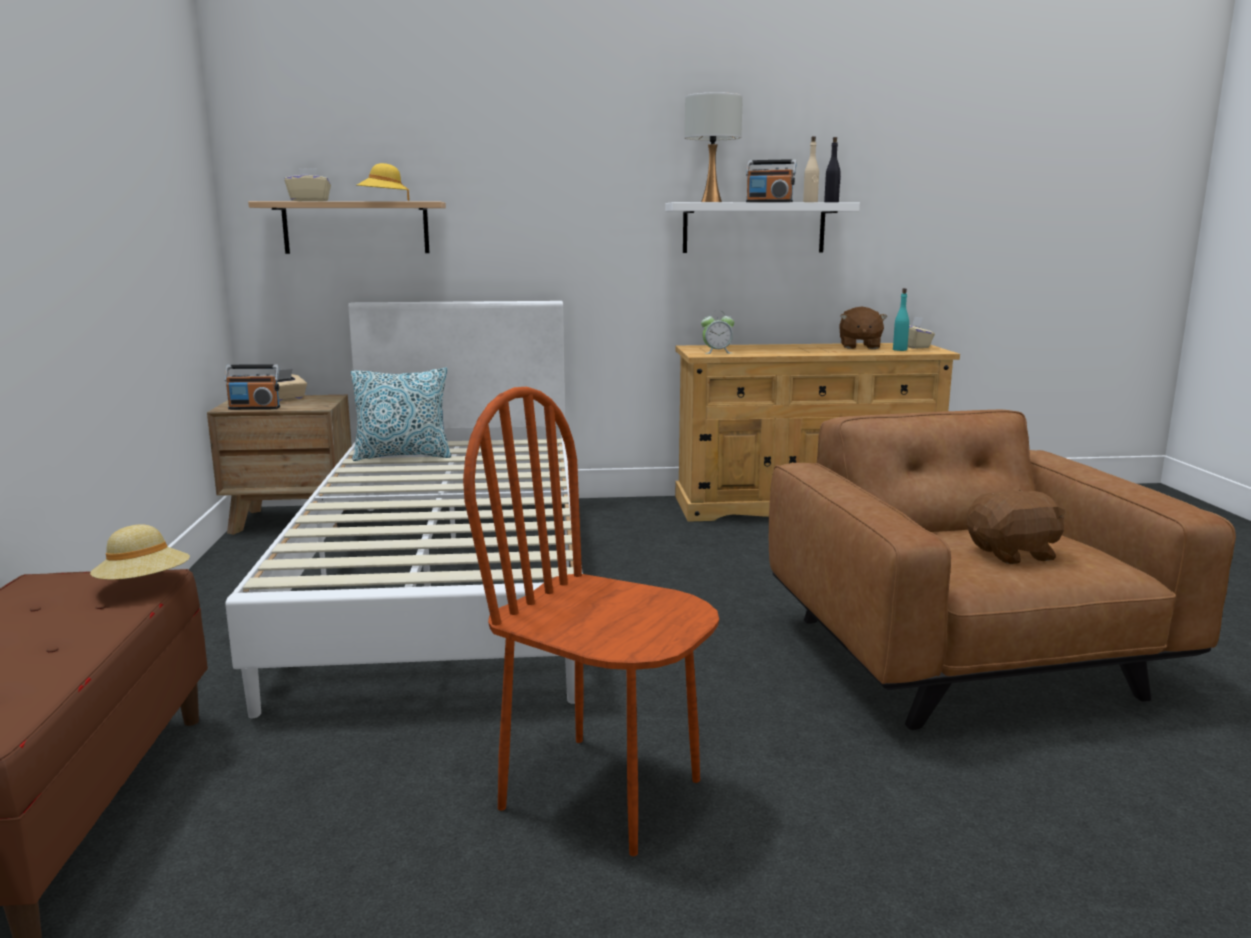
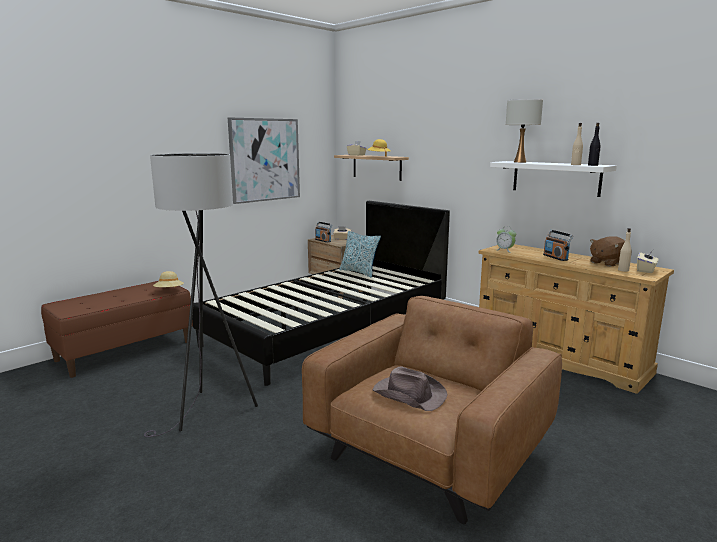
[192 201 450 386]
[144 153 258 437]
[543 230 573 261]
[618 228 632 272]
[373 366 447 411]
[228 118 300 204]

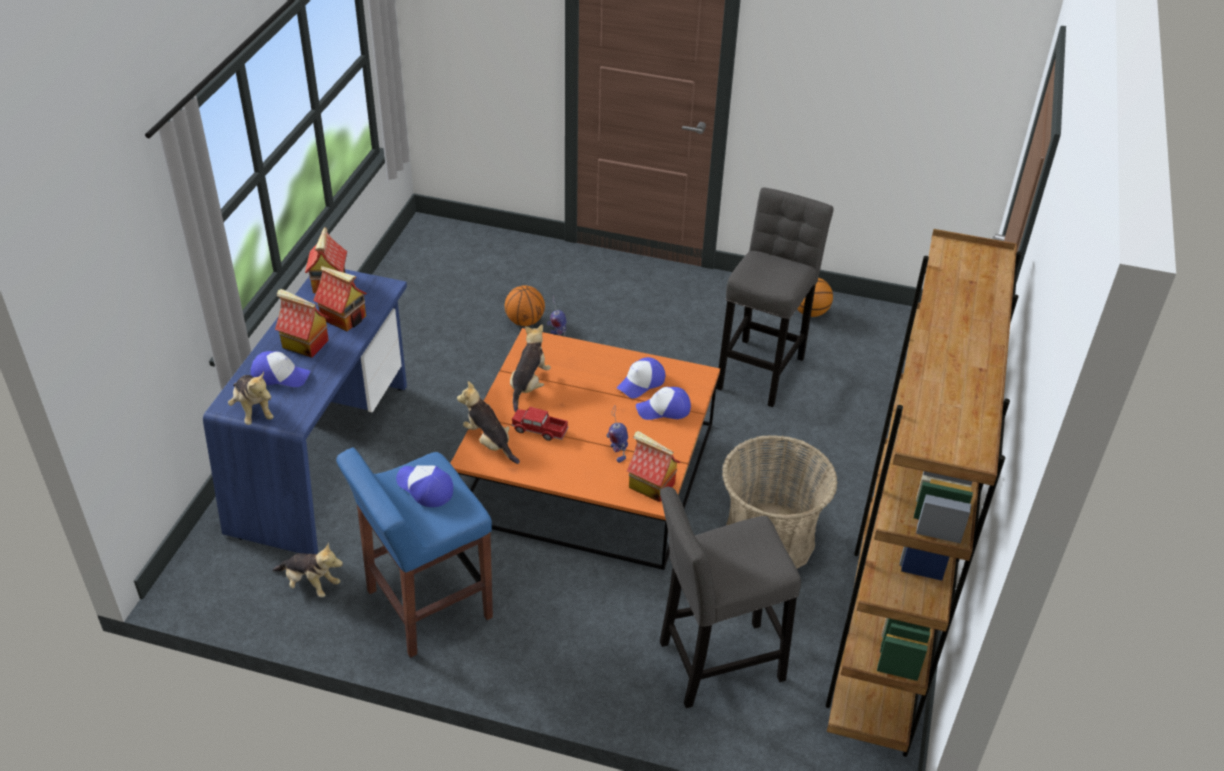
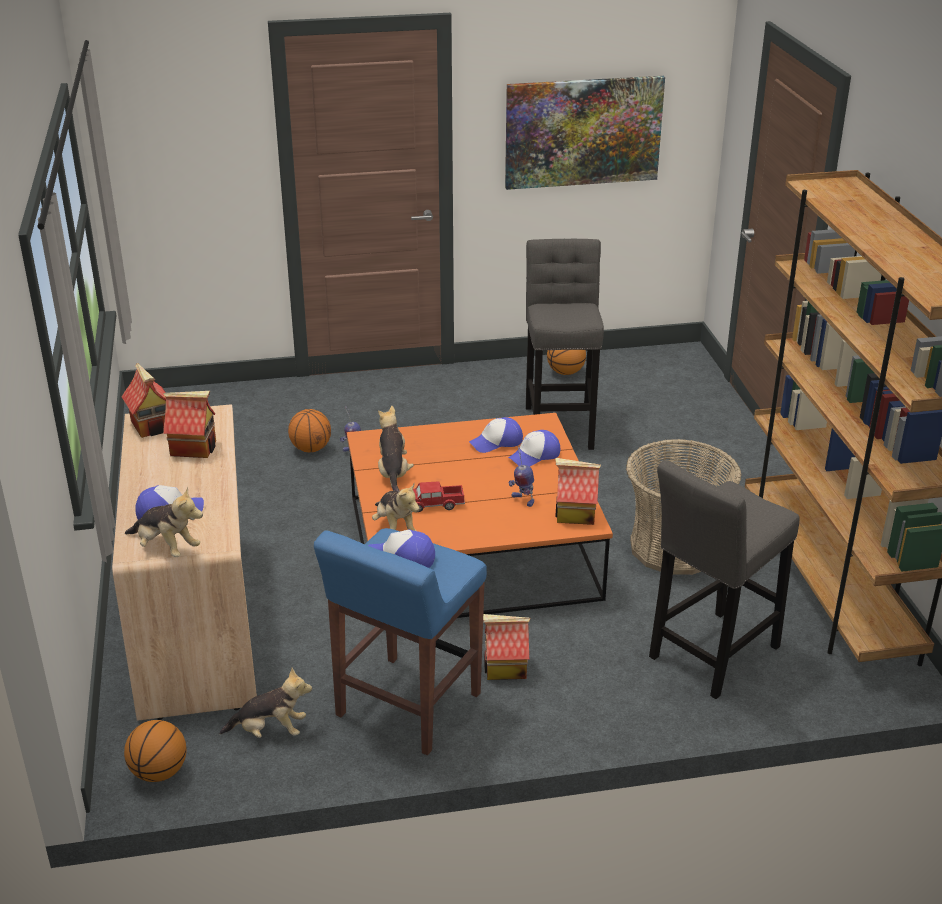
[112 404 257 721]
[483 614 530 680]
[372 482 420 531]
[469 417 523 453]
[124 720 187 782]
[505 76 665 190]

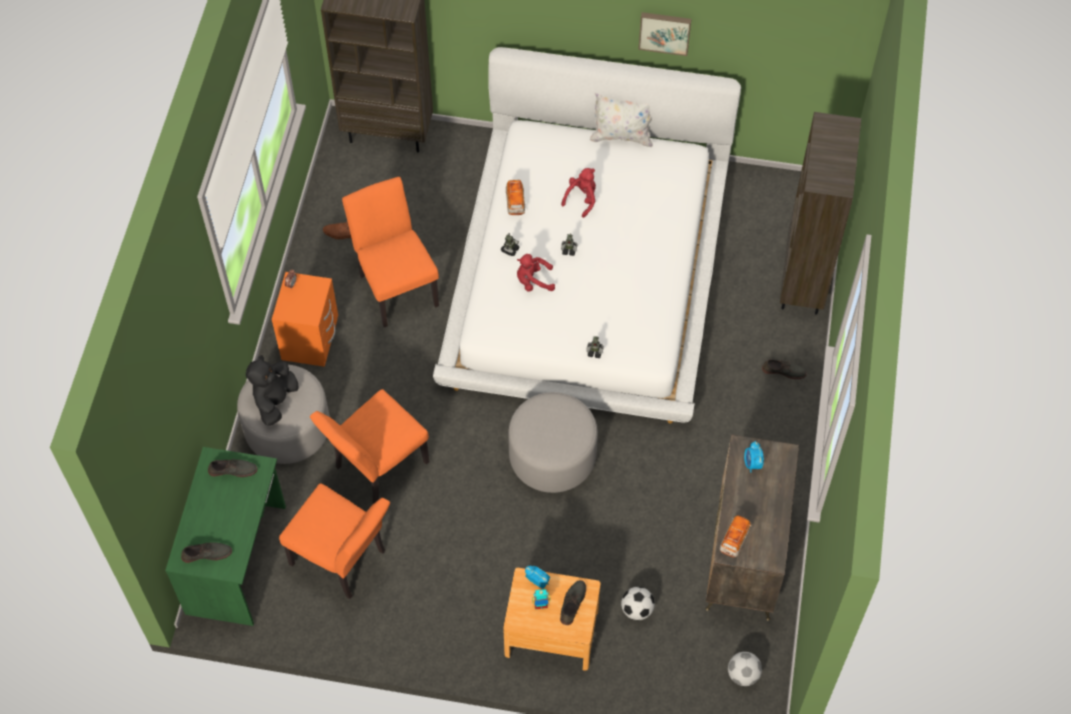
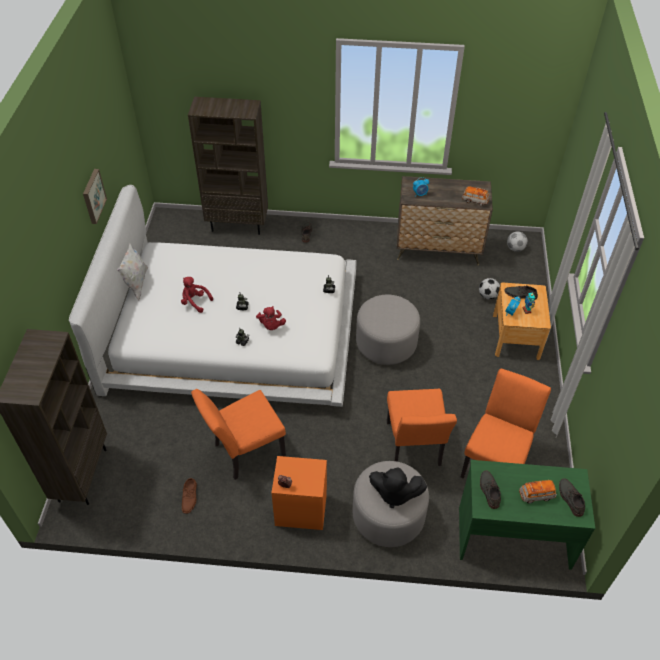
[387 389 457 466]
[519 480 557 504]

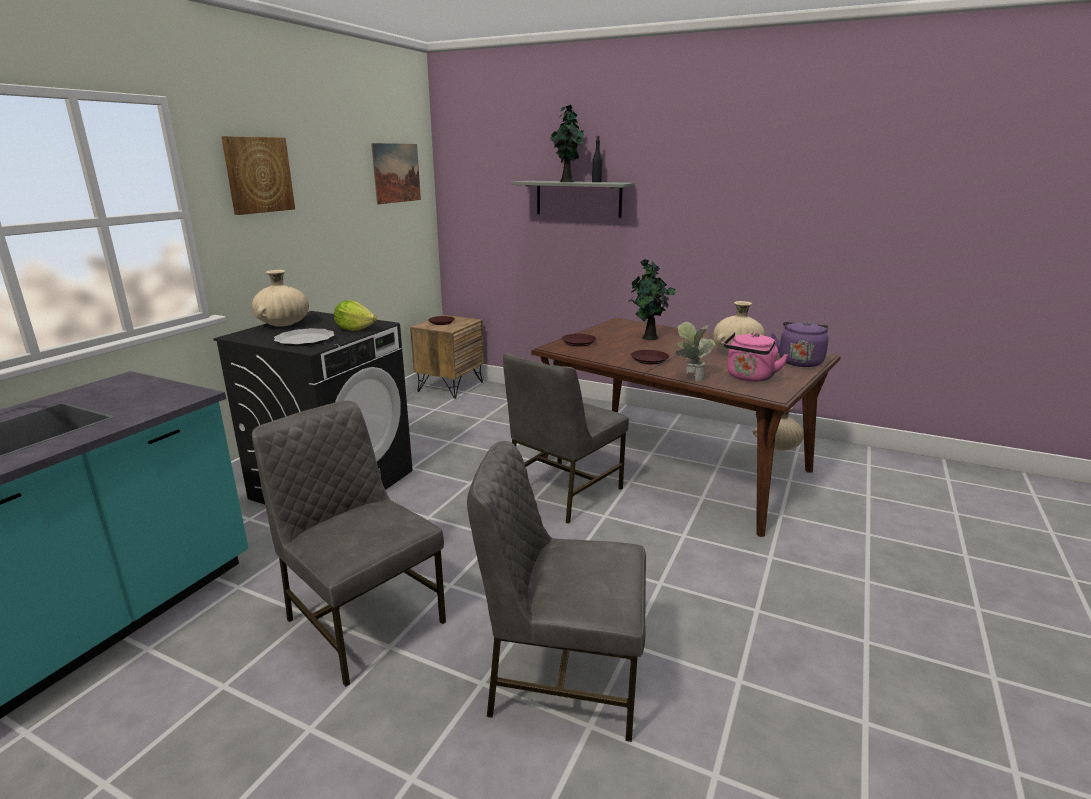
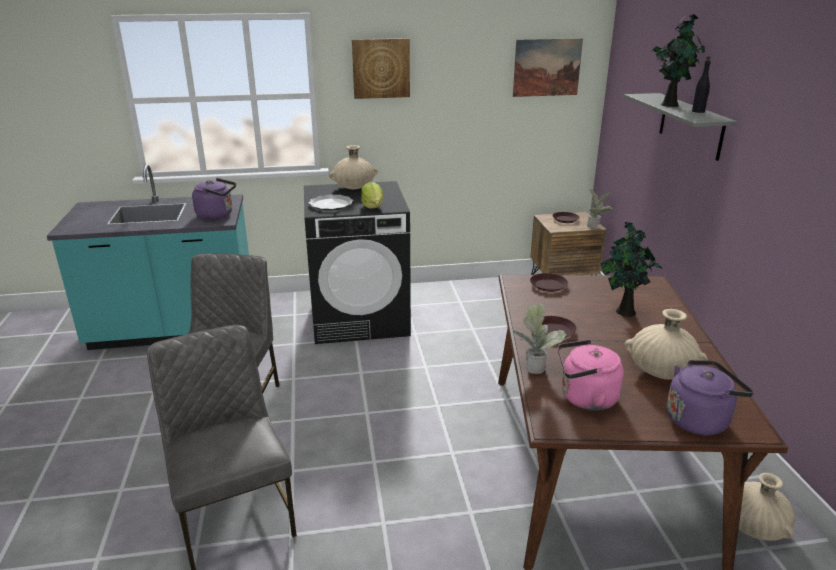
[503 353 629 524] (first image)
[192 178 236 219]
[587 189 613 228]

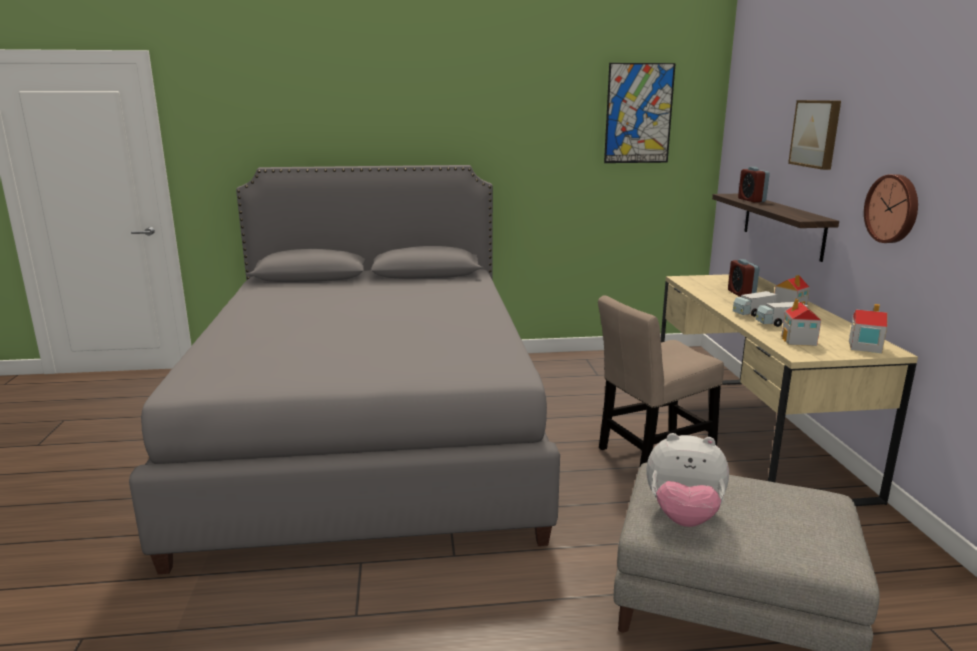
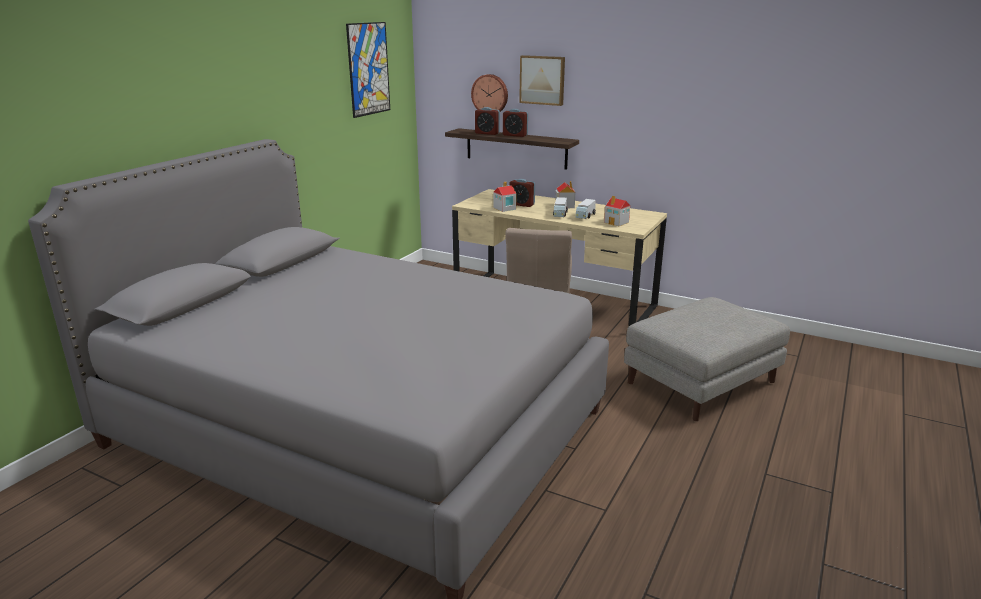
[646 433 729 527] (first image)
[493 182 517 212]
[471 74 508 112]
[503 109 528 137]

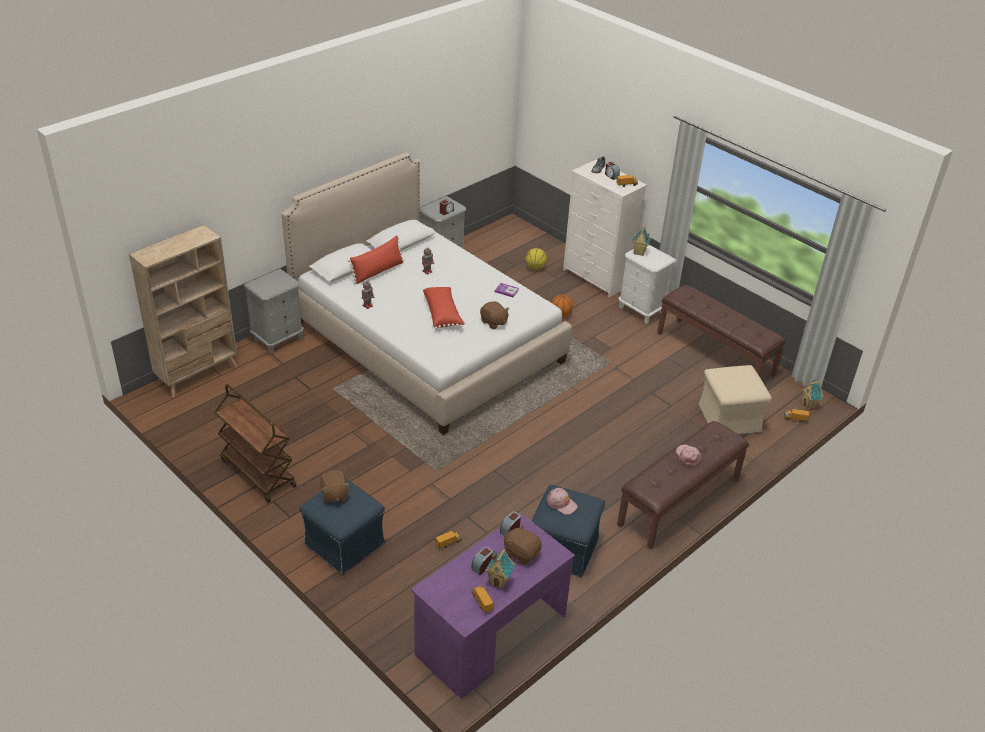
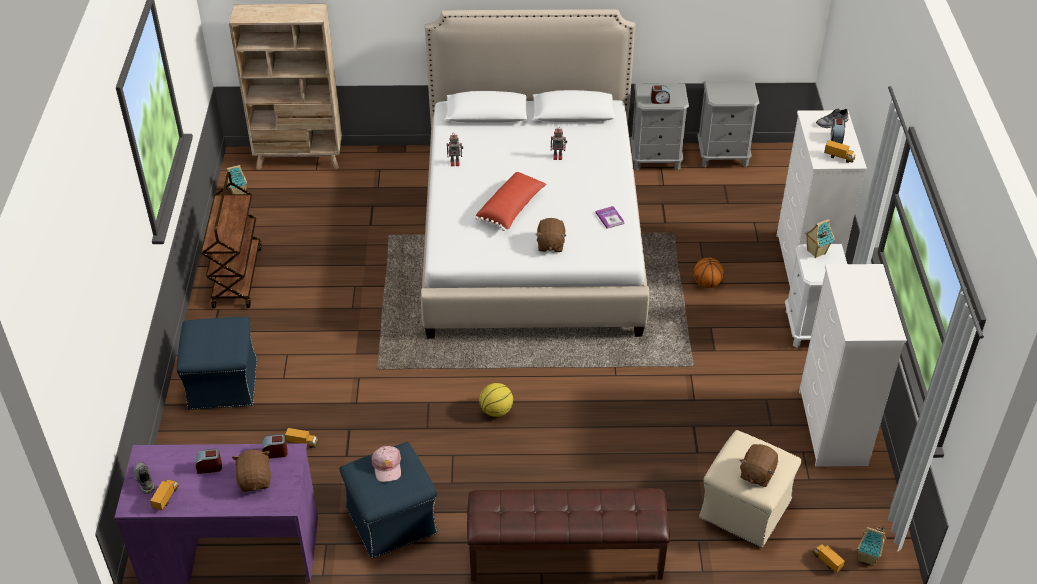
[697 80 760 167]
[739 444 778 487]
[348 235 404 284] (first image)
[225 163 247 194]
[479 383 513 417]
[799 264 907 467]
[676 444 702 467] (first image)
[134 462 155 494]

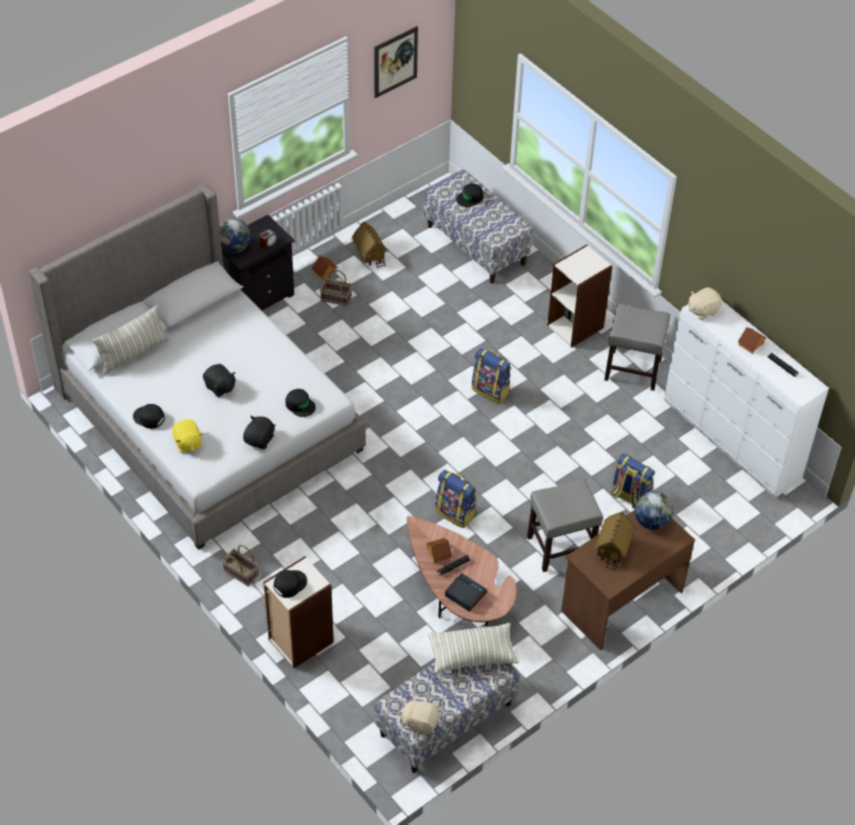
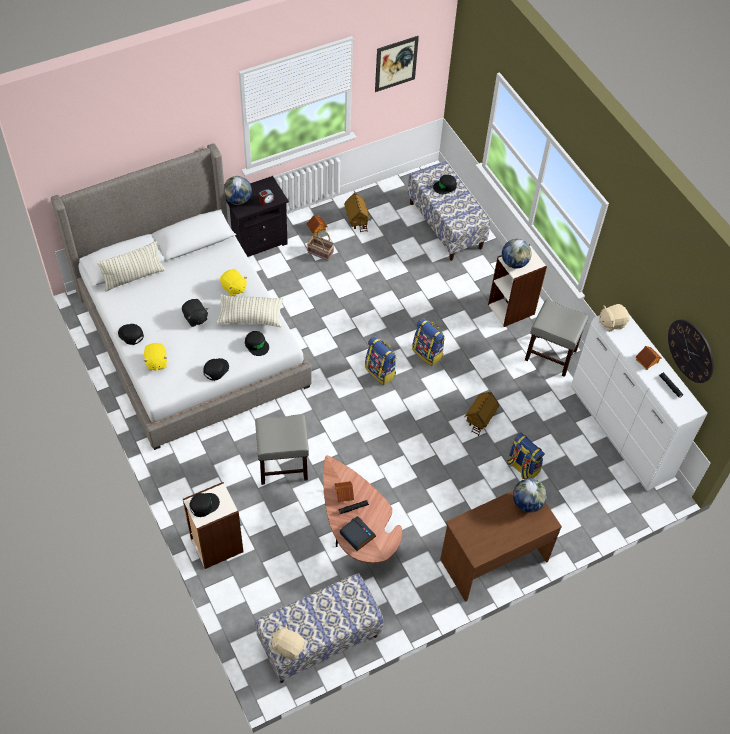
[222 545 259 586] (first image)
[204 358 229 381]
[216 294 284 327]
[365 336 397 385]
[255 414 309 485]
[464 392 499 436]
[220 269 247 296]
[502 239 532 269]
[668 319 714 383]

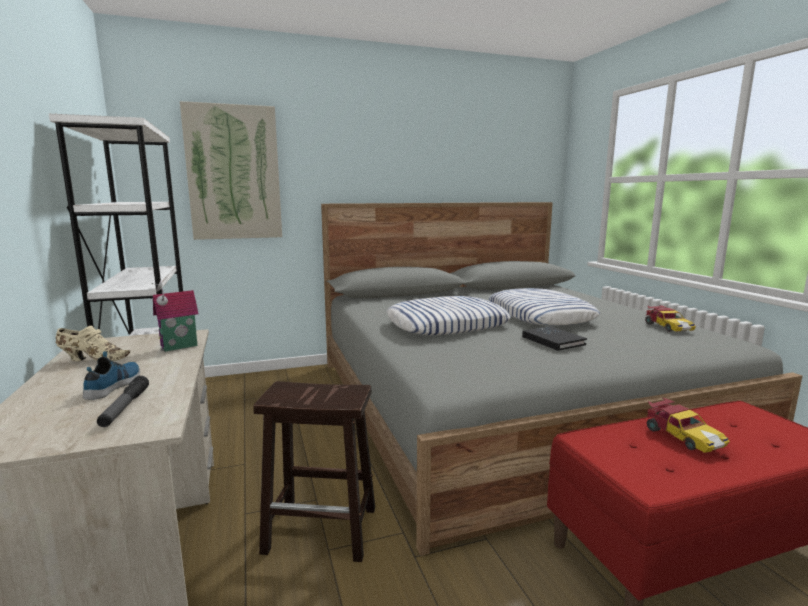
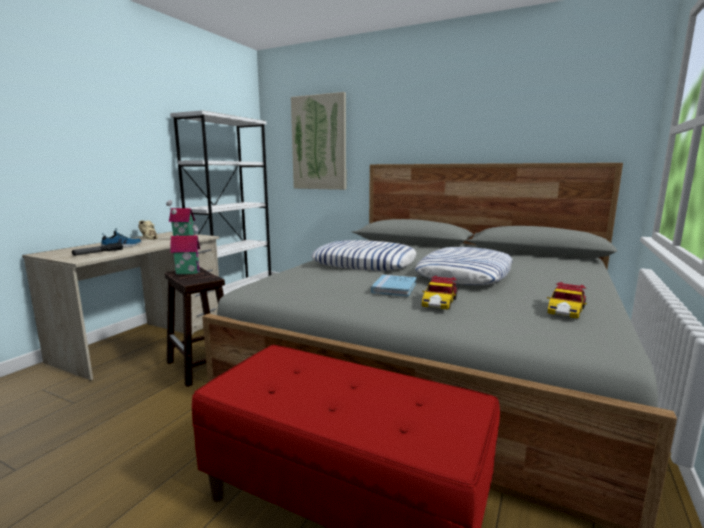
[371 275 417 297]
[422 276 457 309]
[170 225 200 275]

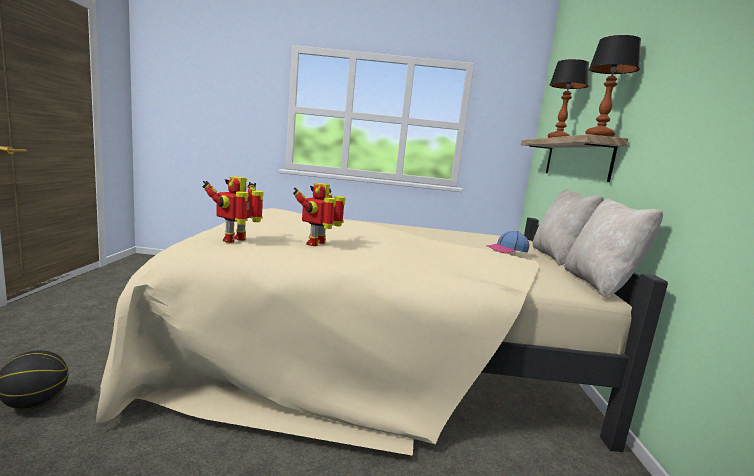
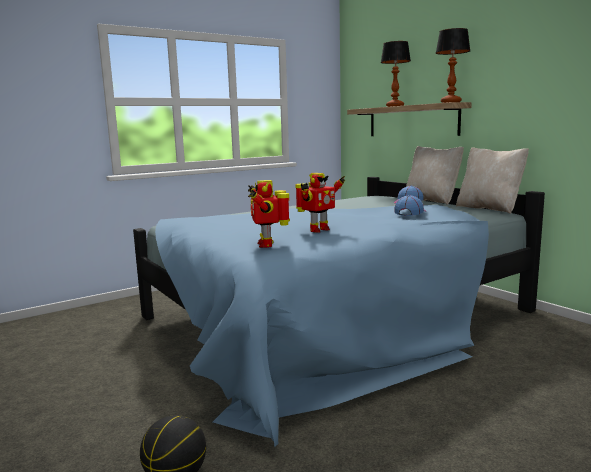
[133 177 545 447]
[295 173 346 233]
[394 195 426 216]

